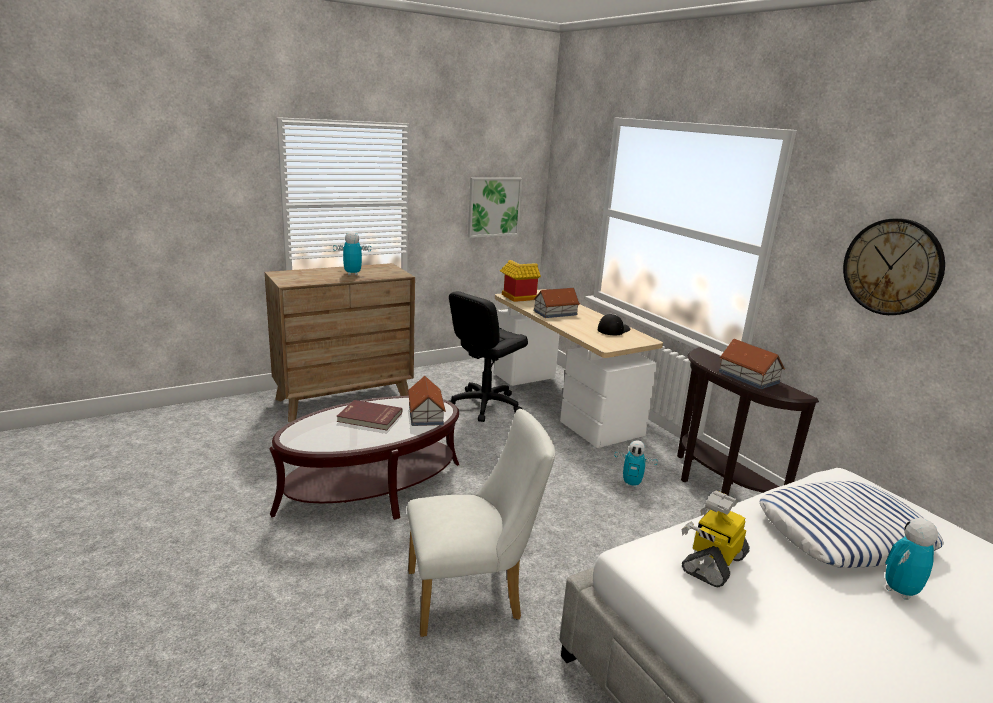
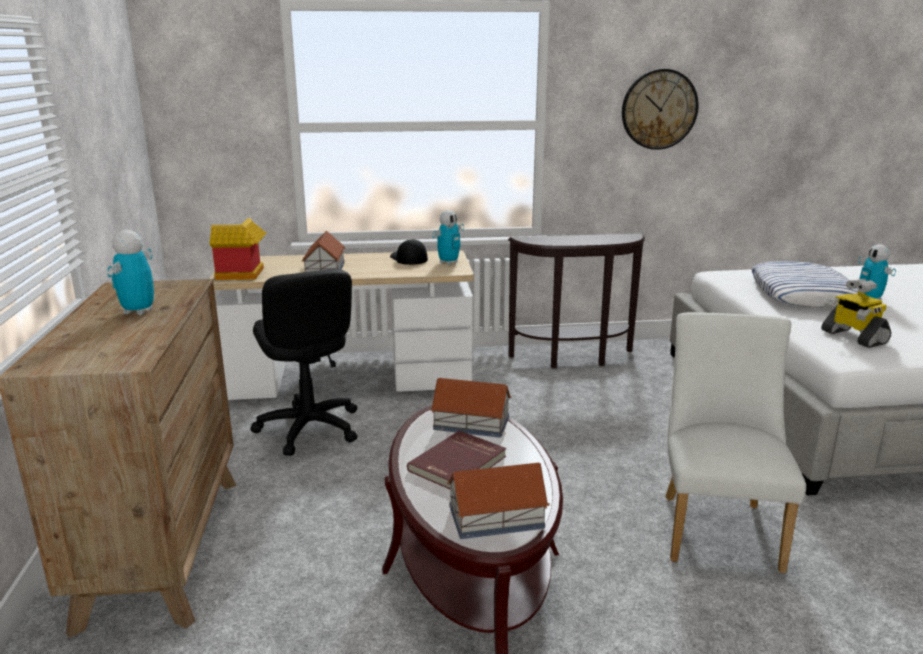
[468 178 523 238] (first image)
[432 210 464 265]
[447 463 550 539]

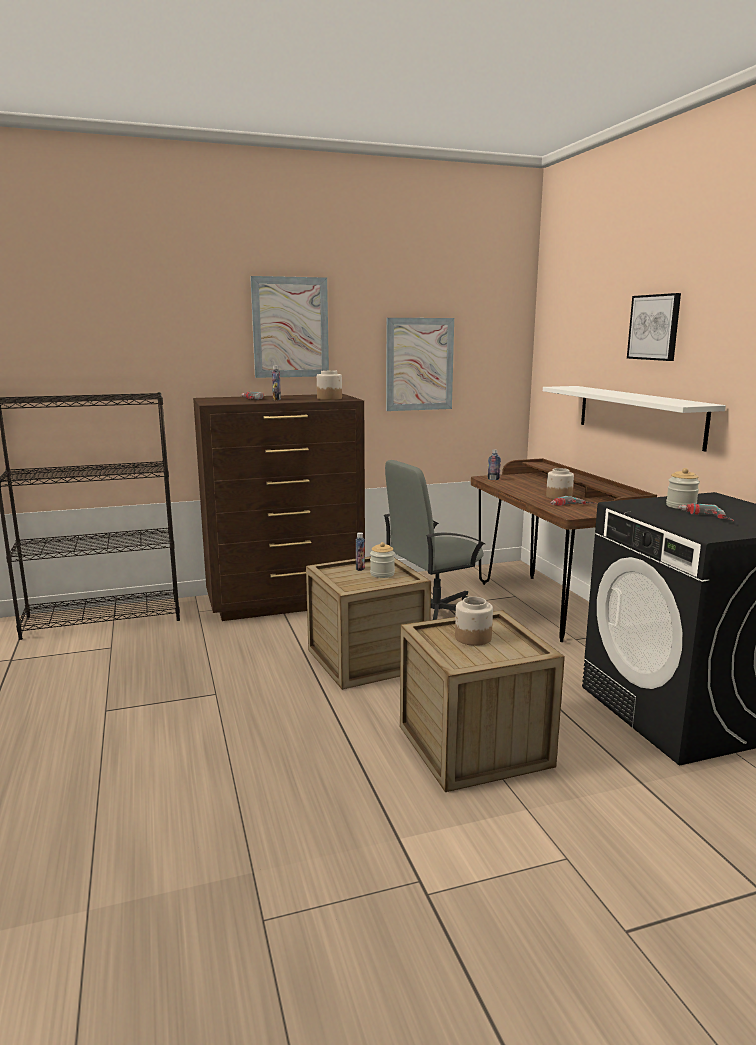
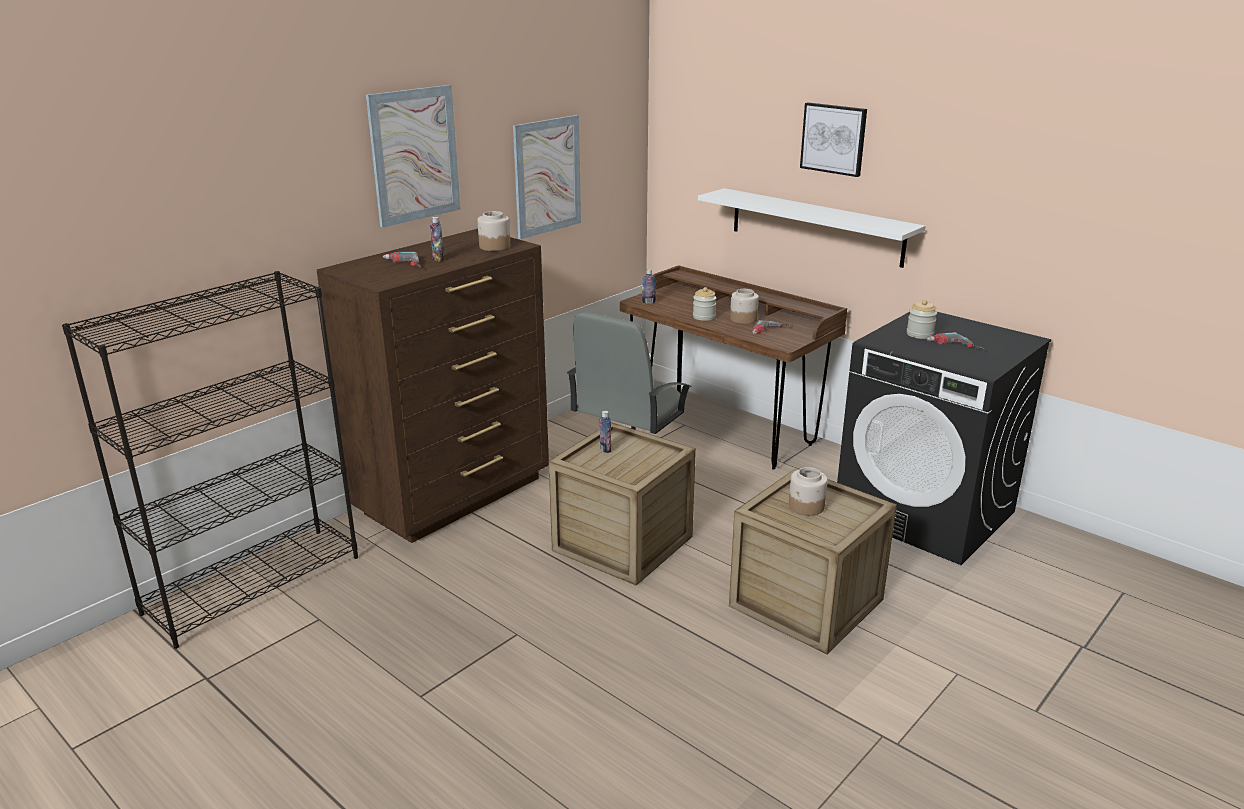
[693 287 716 321]

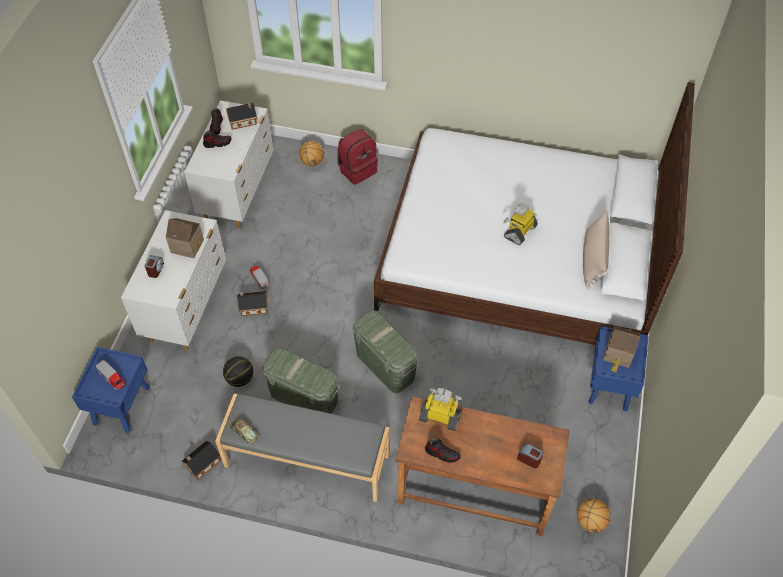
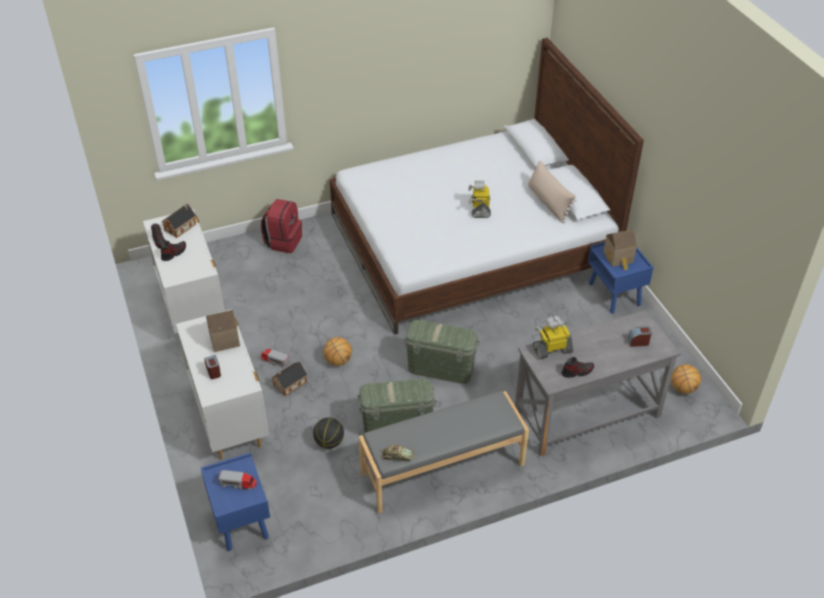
[181 441 221 480] (first image)
[323 337 352 366]
[515 310 681 456]

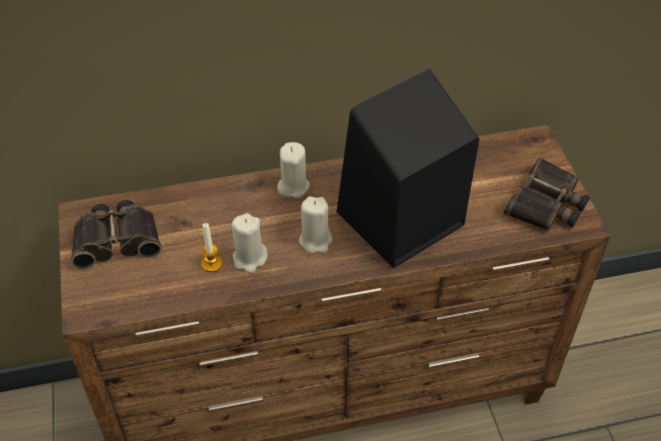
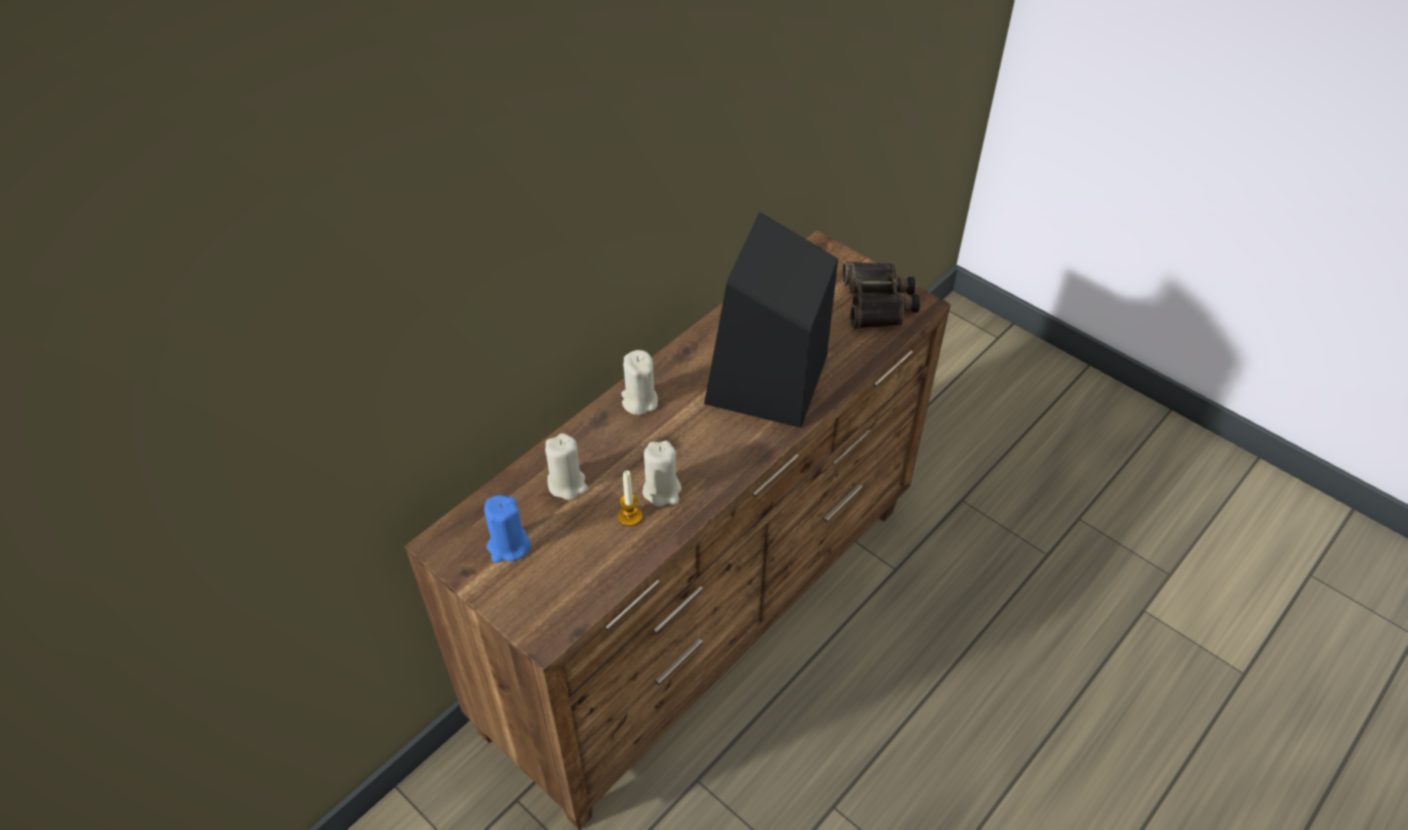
[484 495 531 563]
[545 433 588 500]

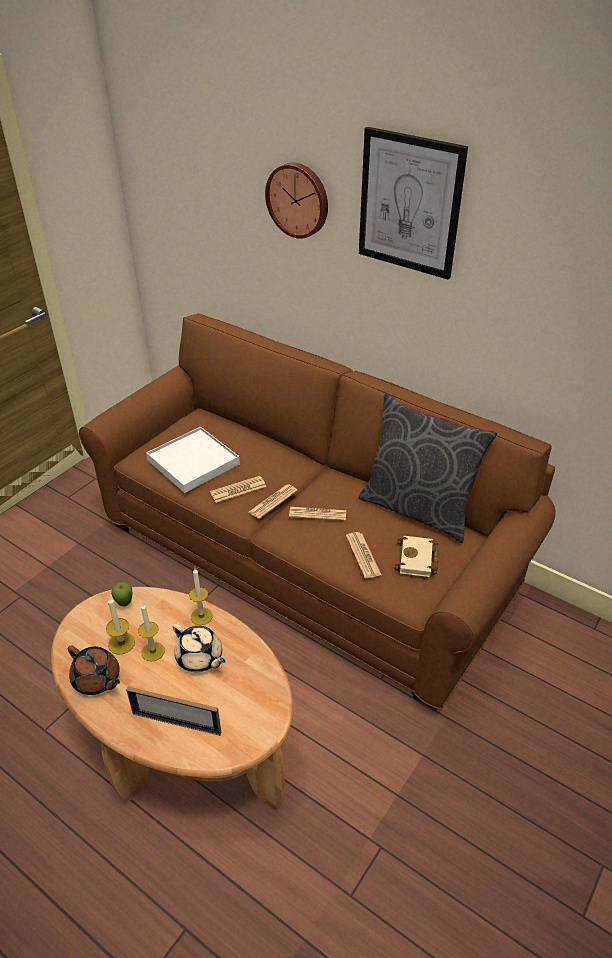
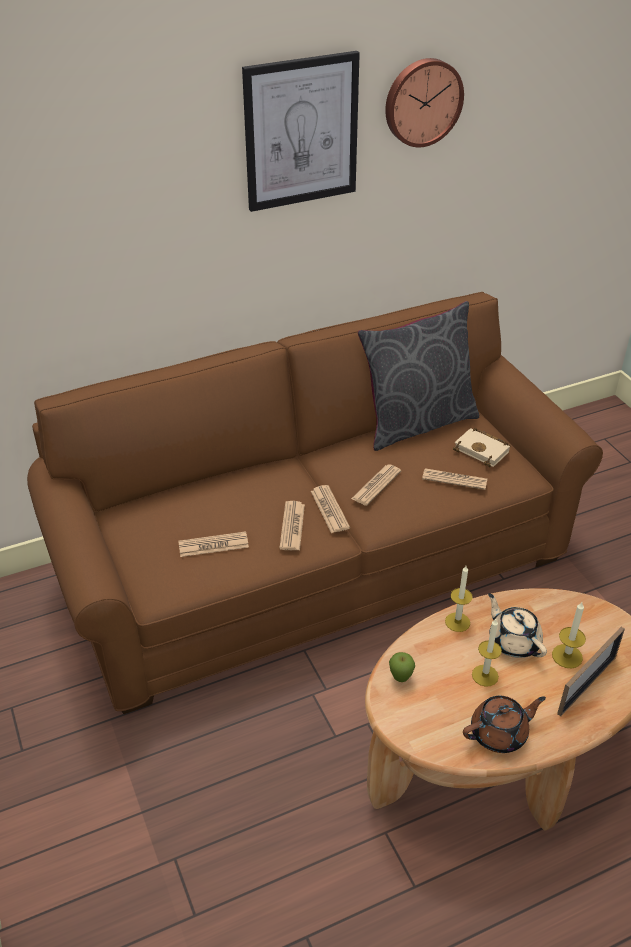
[552 602 586 668]
[178 531 249 557]
[488 593 547 658]
[385 58 464 147]

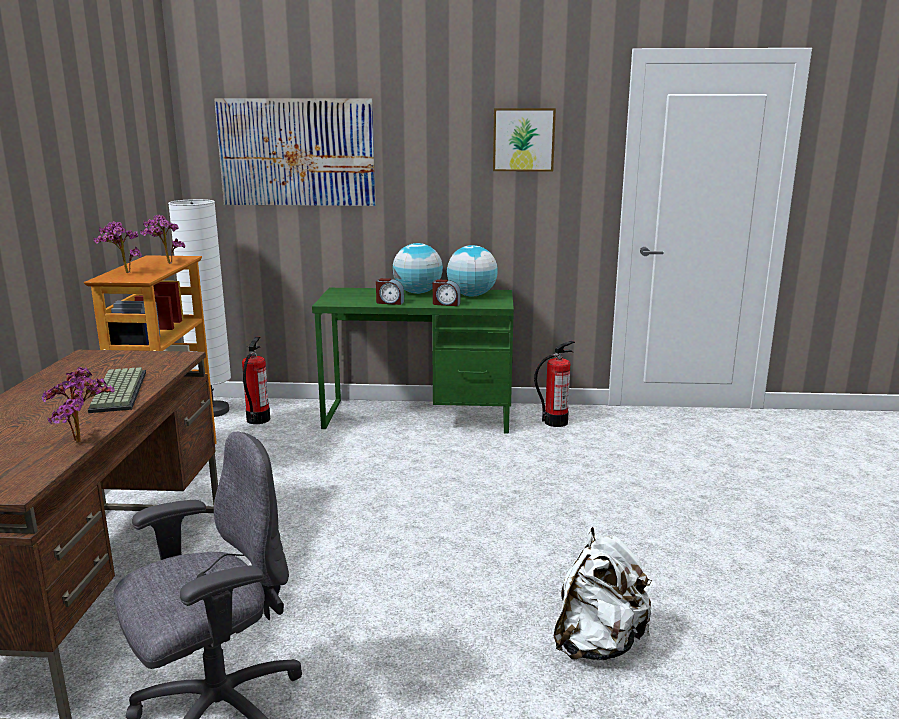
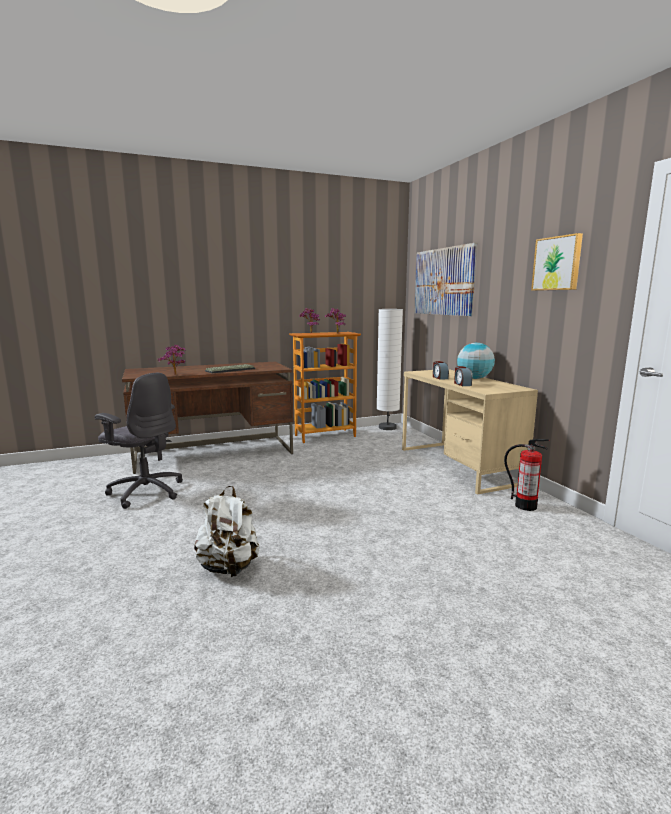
[242 337 270 424] (first image)
[402 369 538 494]
[447 245 498 297] (first image)

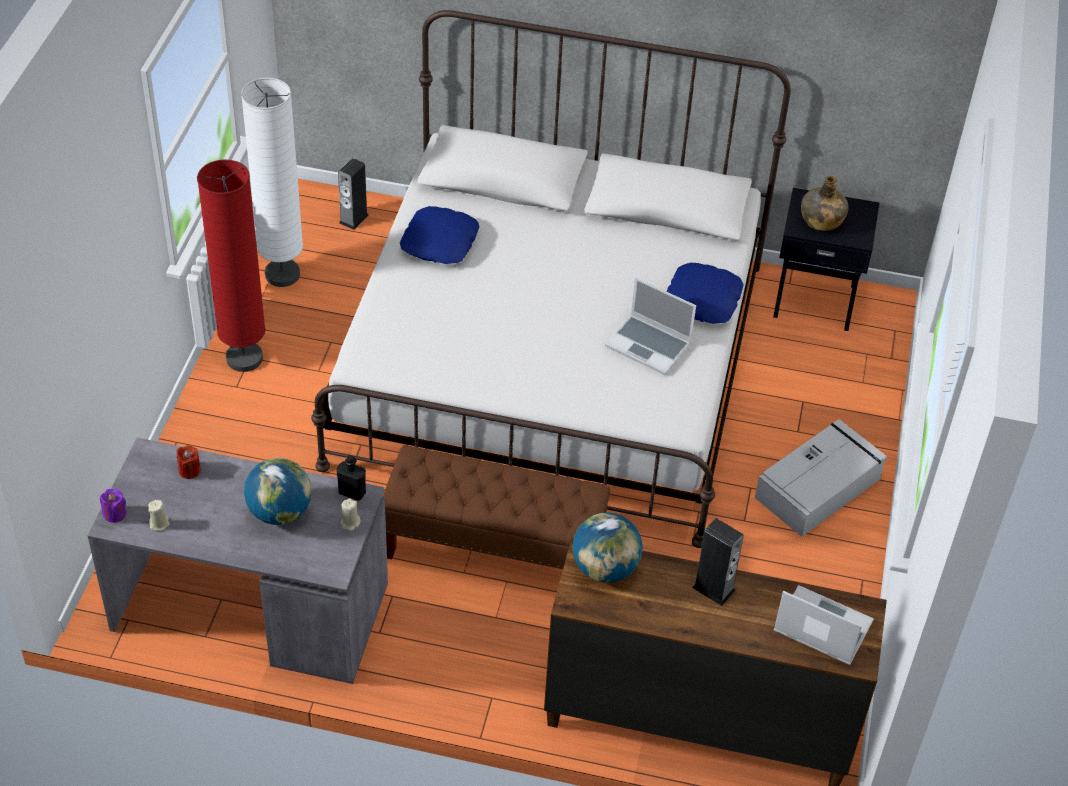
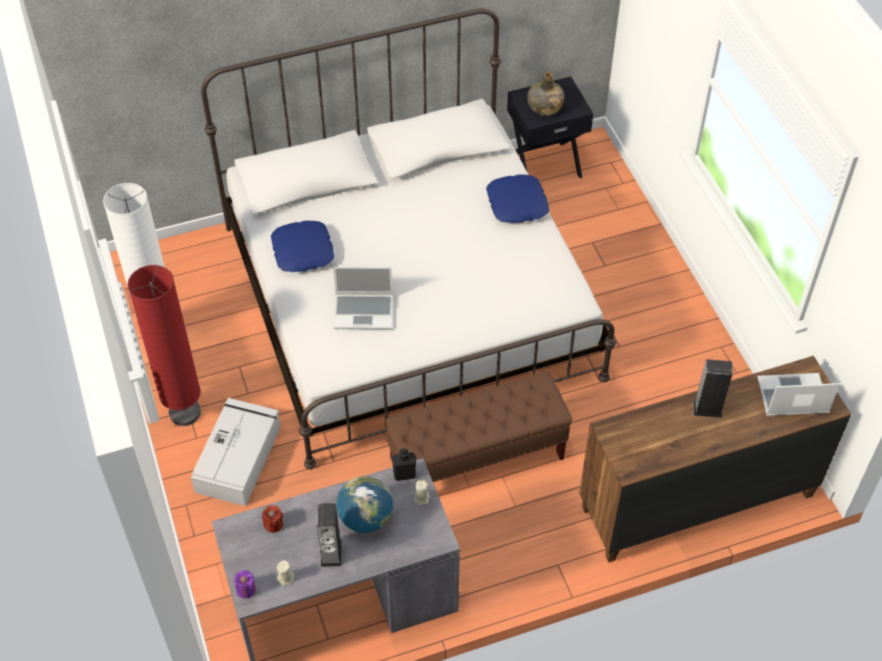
[317 503 342 567]
[573 512 643 583] (first image)
[333 267 393 329]
[191 398 281 506]

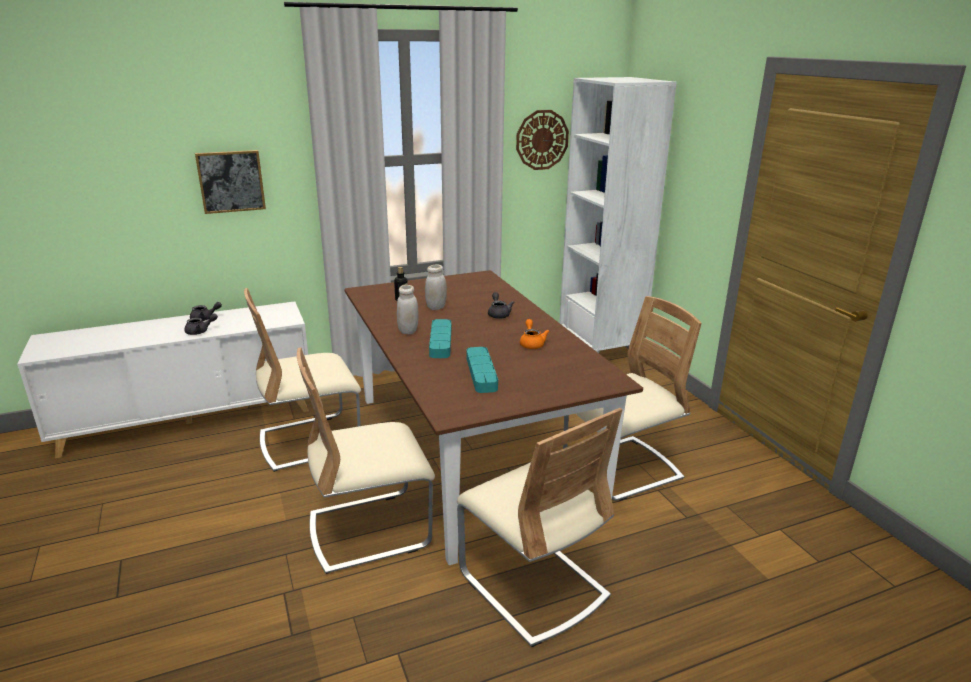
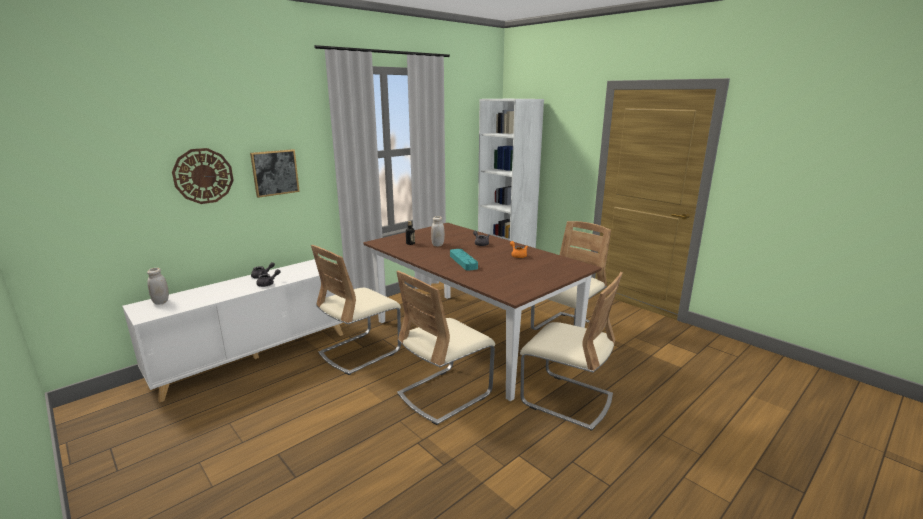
[147 268 169 305]
[467 347 498 393] (first image)
[172 148 234 204]

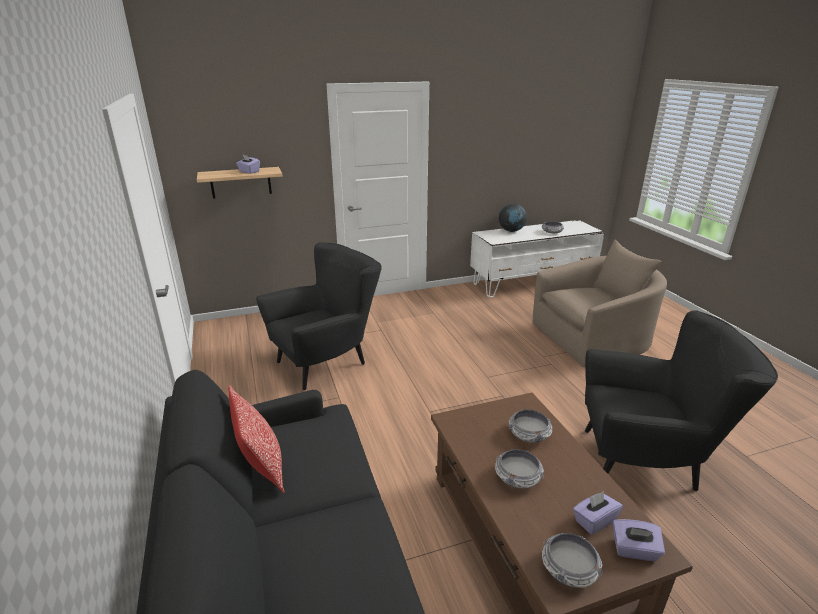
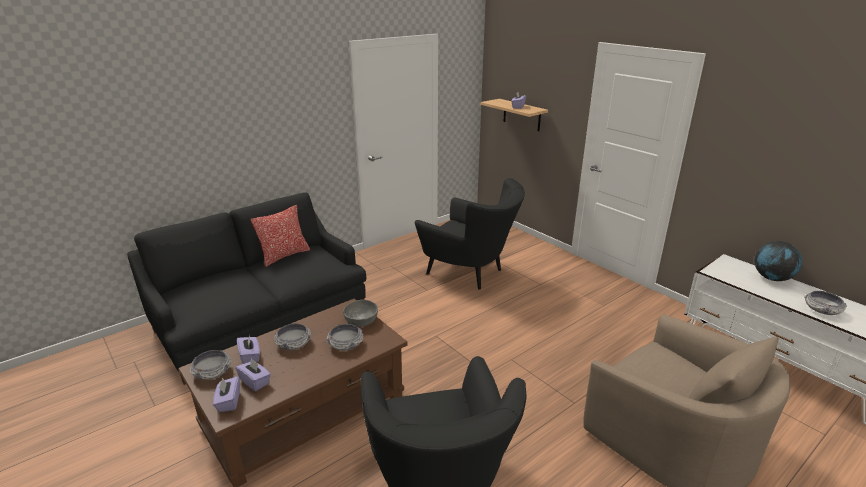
[237 335 260 364]
[343 300 378 327]

